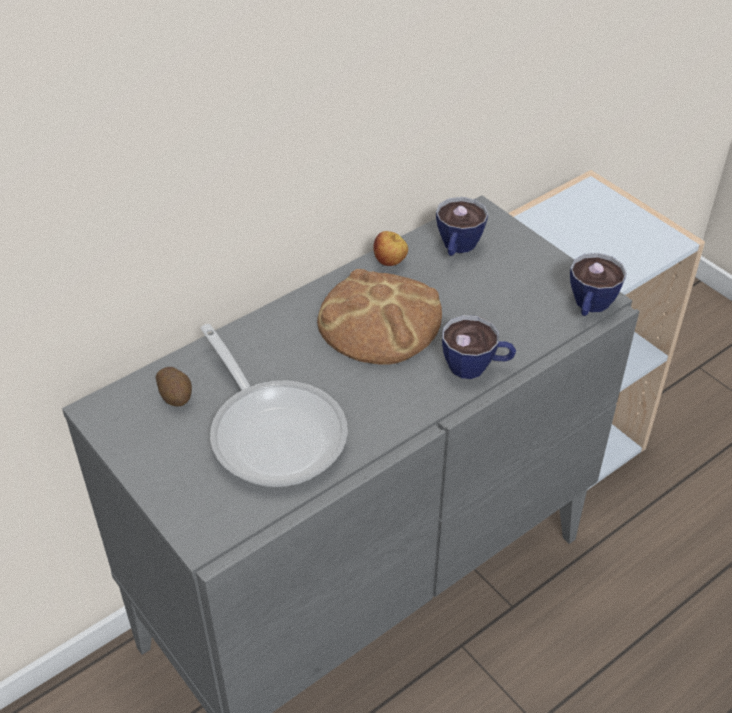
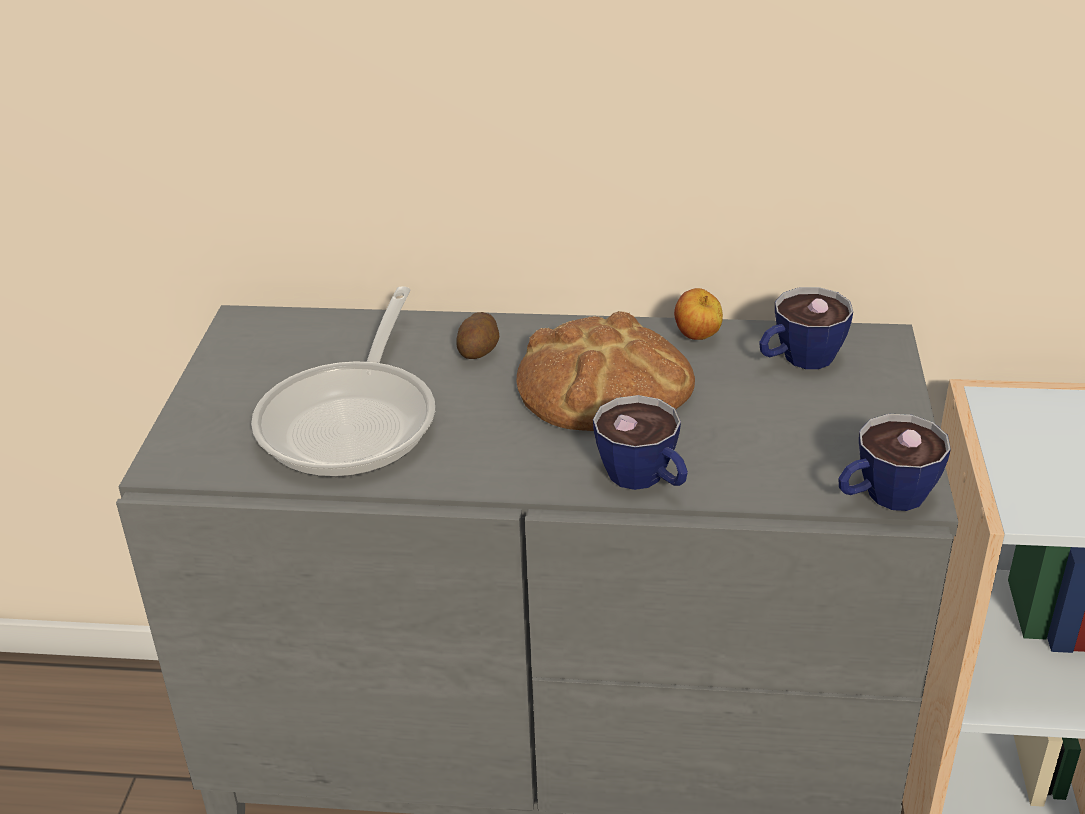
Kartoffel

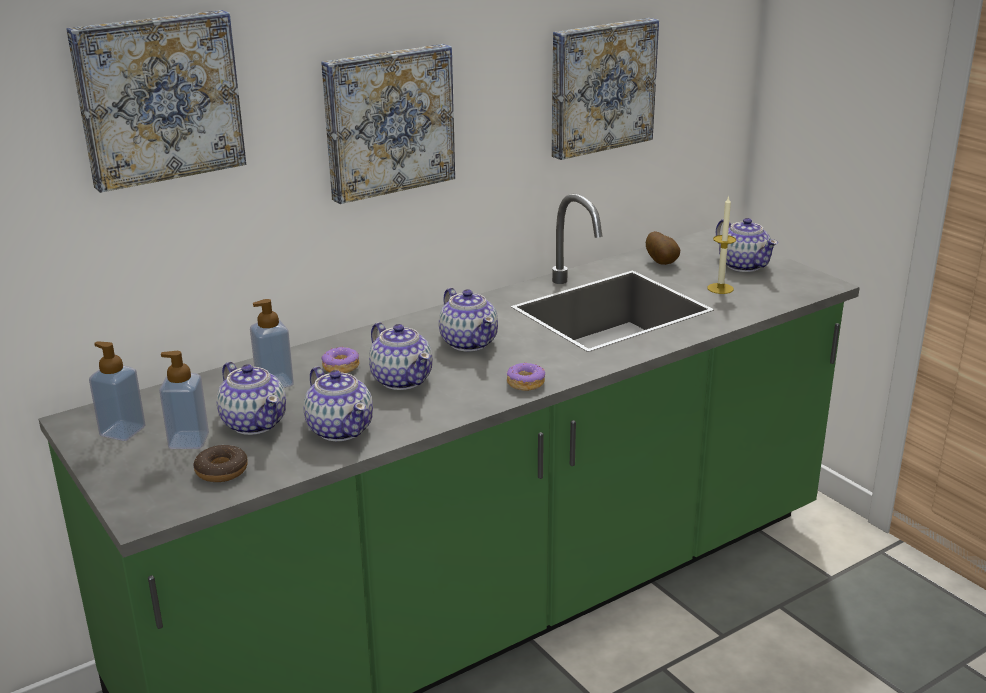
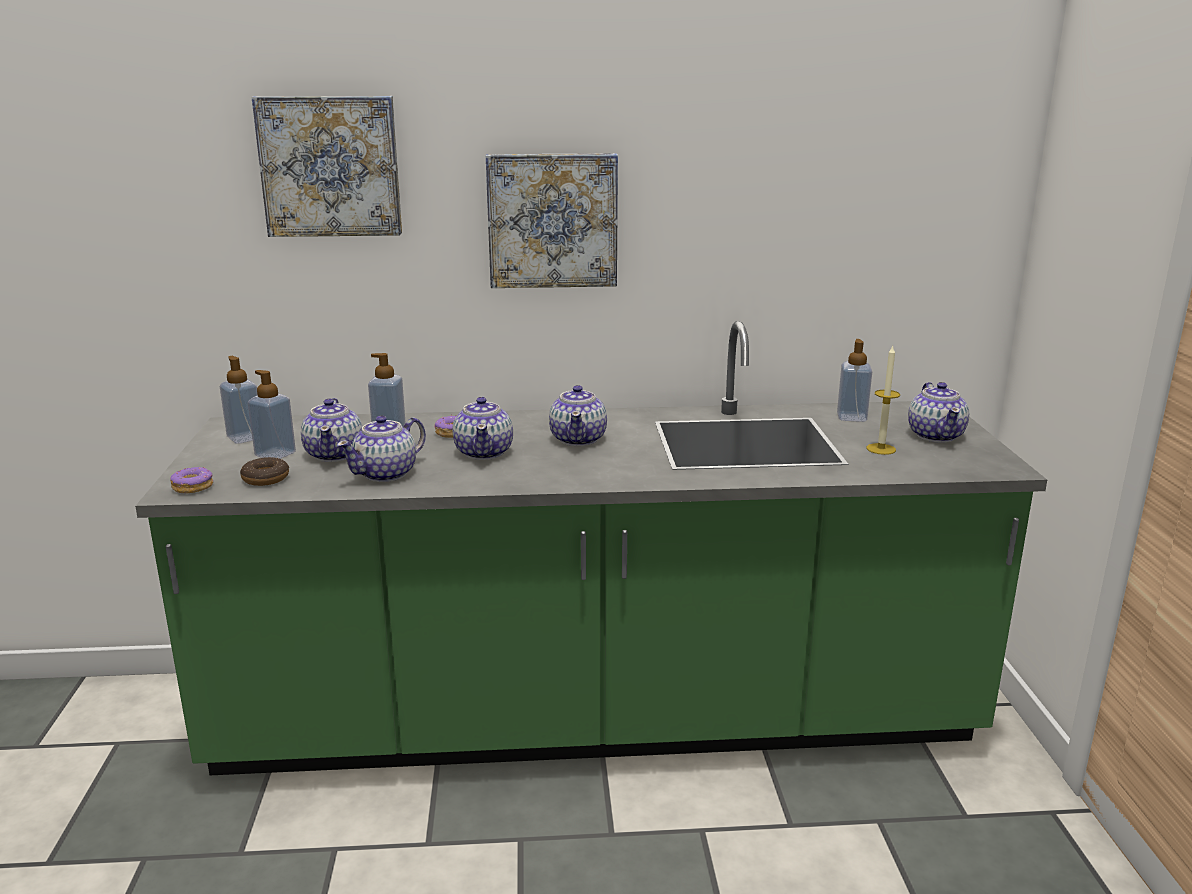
Bild (no. 3 from left in the first image); Seifenspender (no. 4 from left); Donut (no. 1 from left); Teekanne (no. 2 from left)

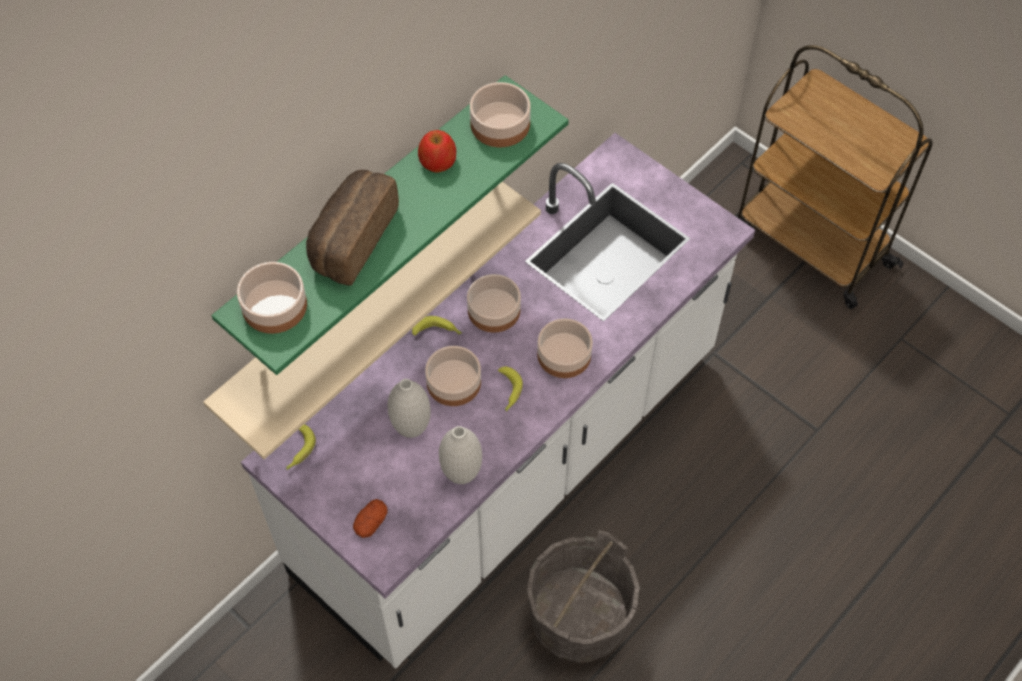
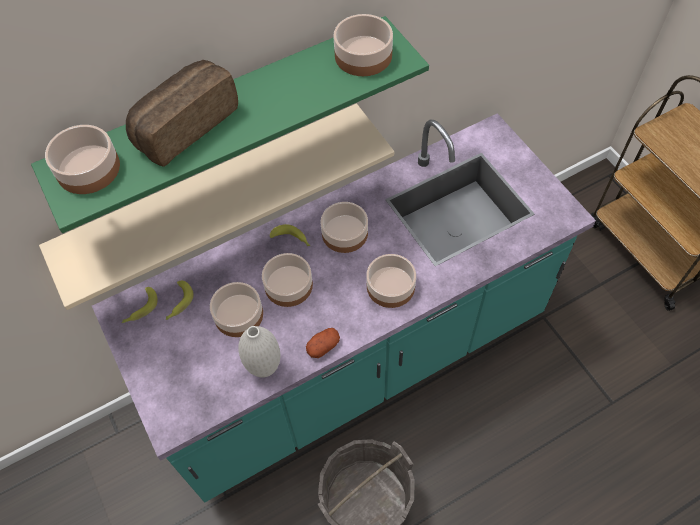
Apfel; Küchenzeile [türkis]; Banane (no. 2 from left); Schüssel (no. 2 from left); Kartoffel

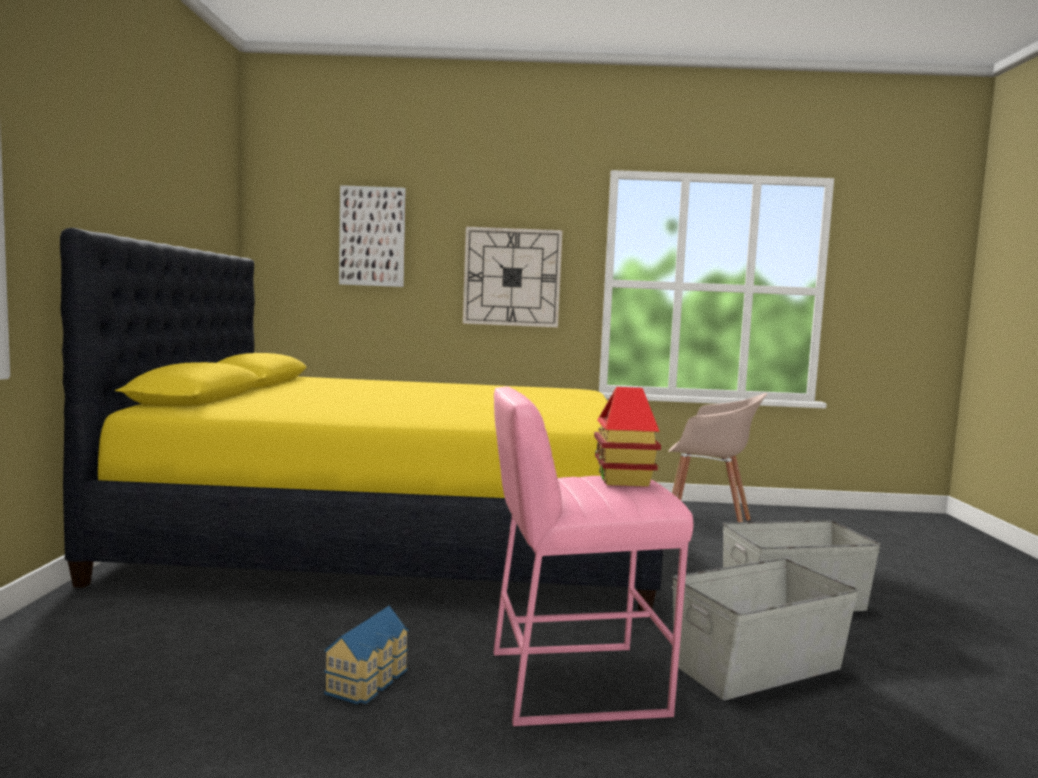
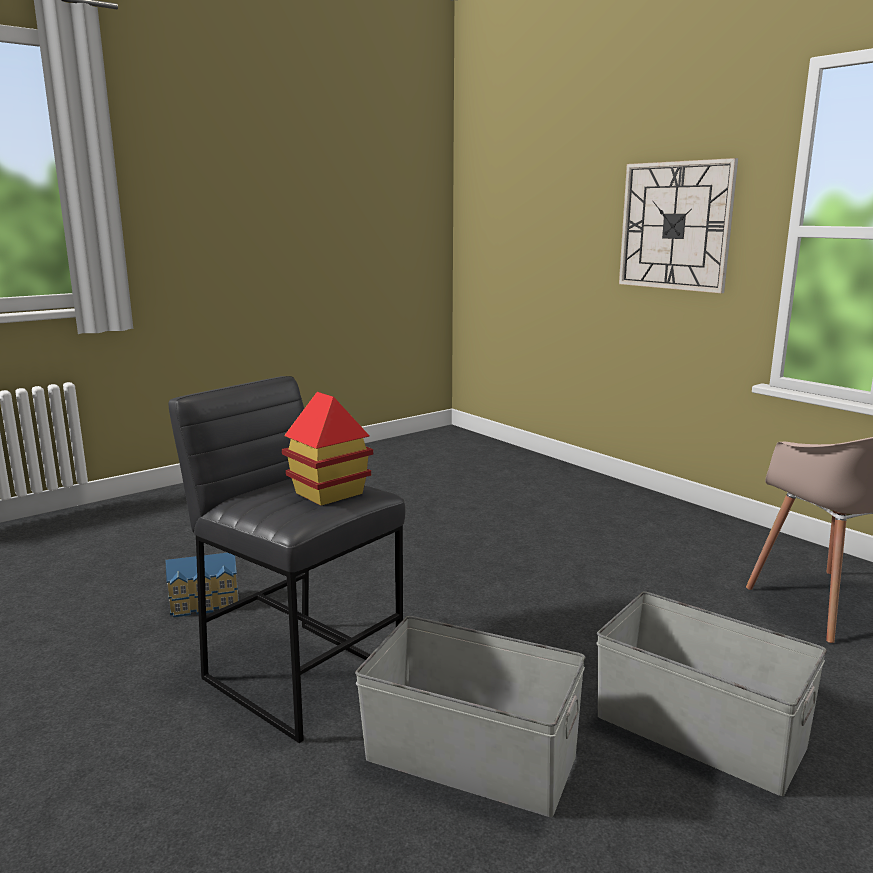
Bild; Bett [gelb]; Hocker [grau]

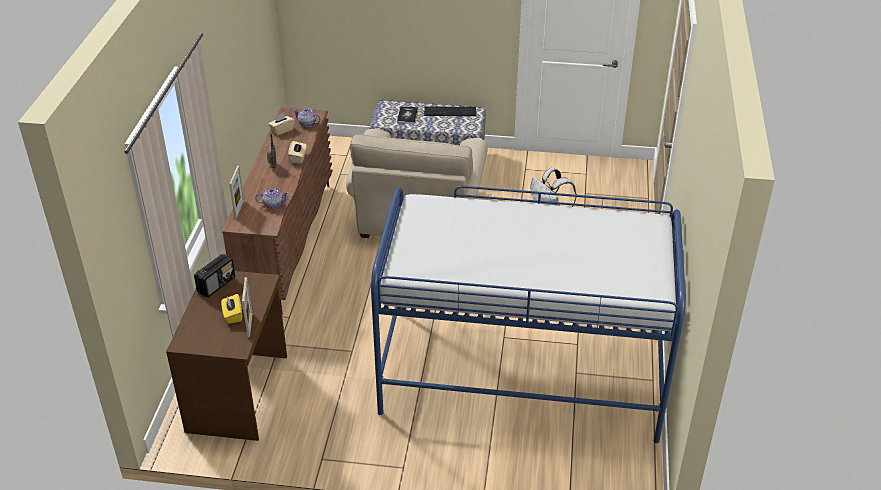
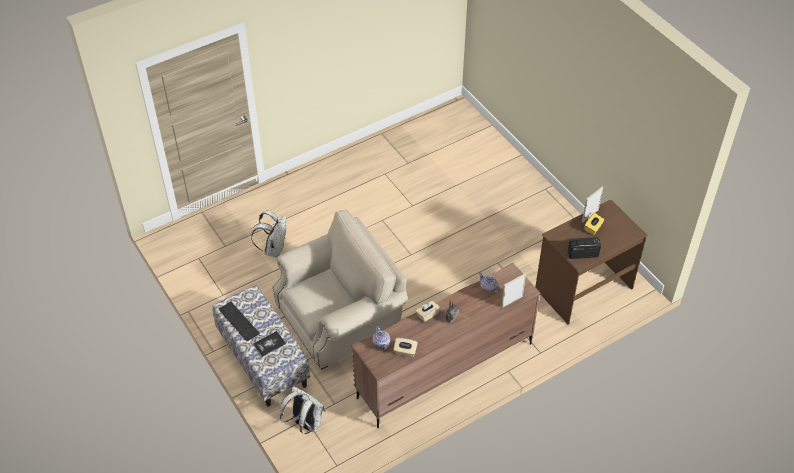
Bett [blau]; Rucksack [weiß] (no. 2 from left)

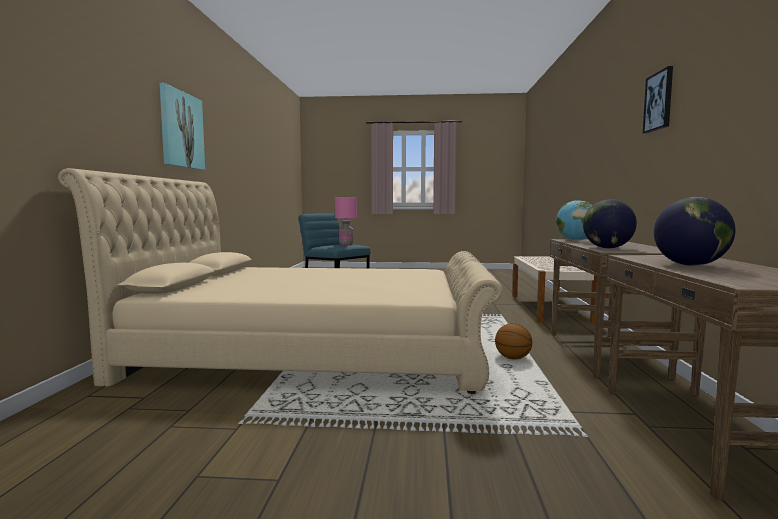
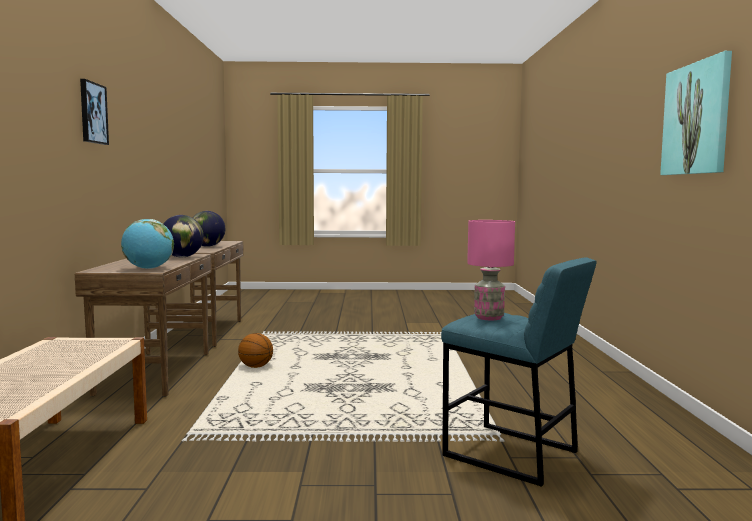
Bett [beige]

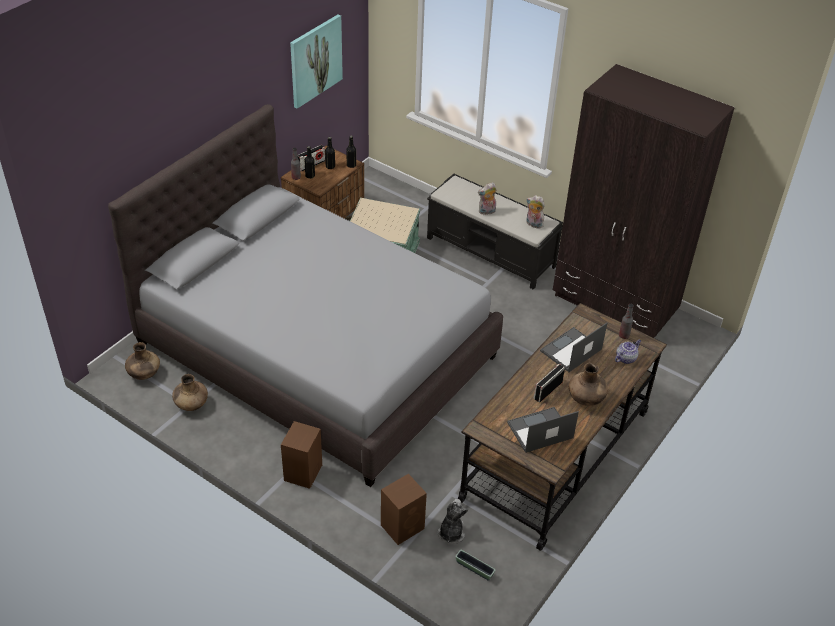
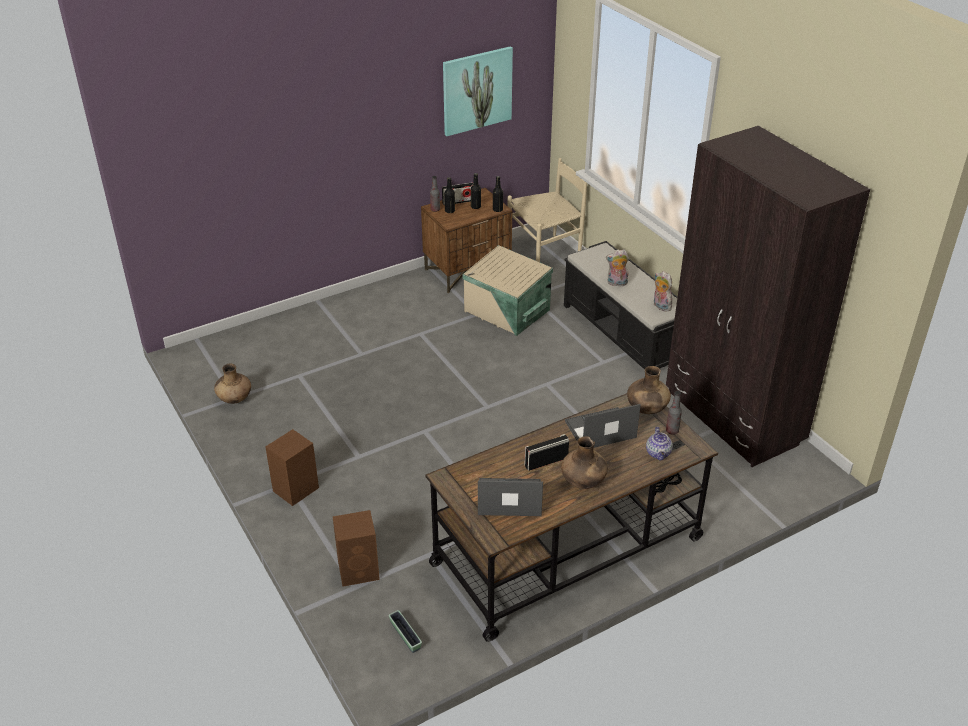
Bett [grau]; Teekanne; Vase [braun] (no. 3 from left); Plüschtier (no. 1 from left in the first image); Stuhl [beige]

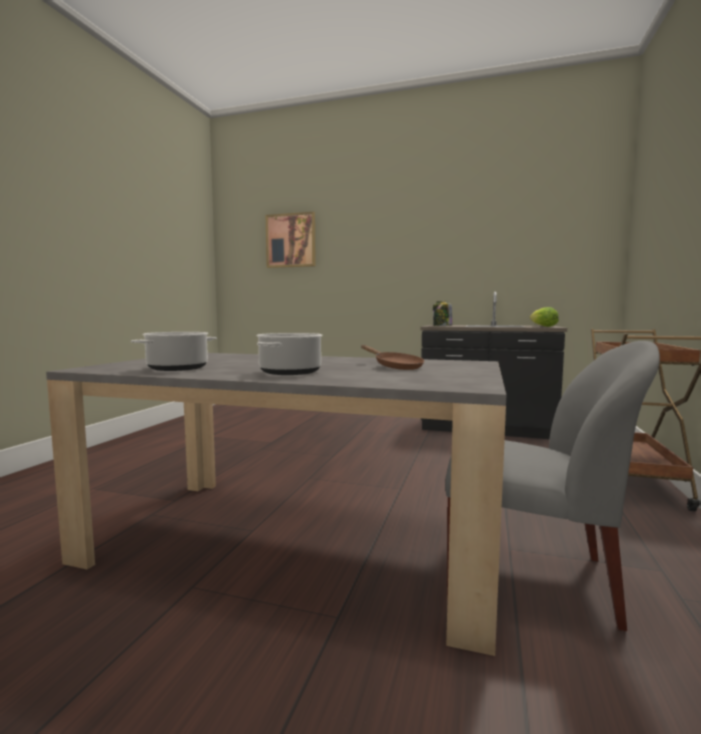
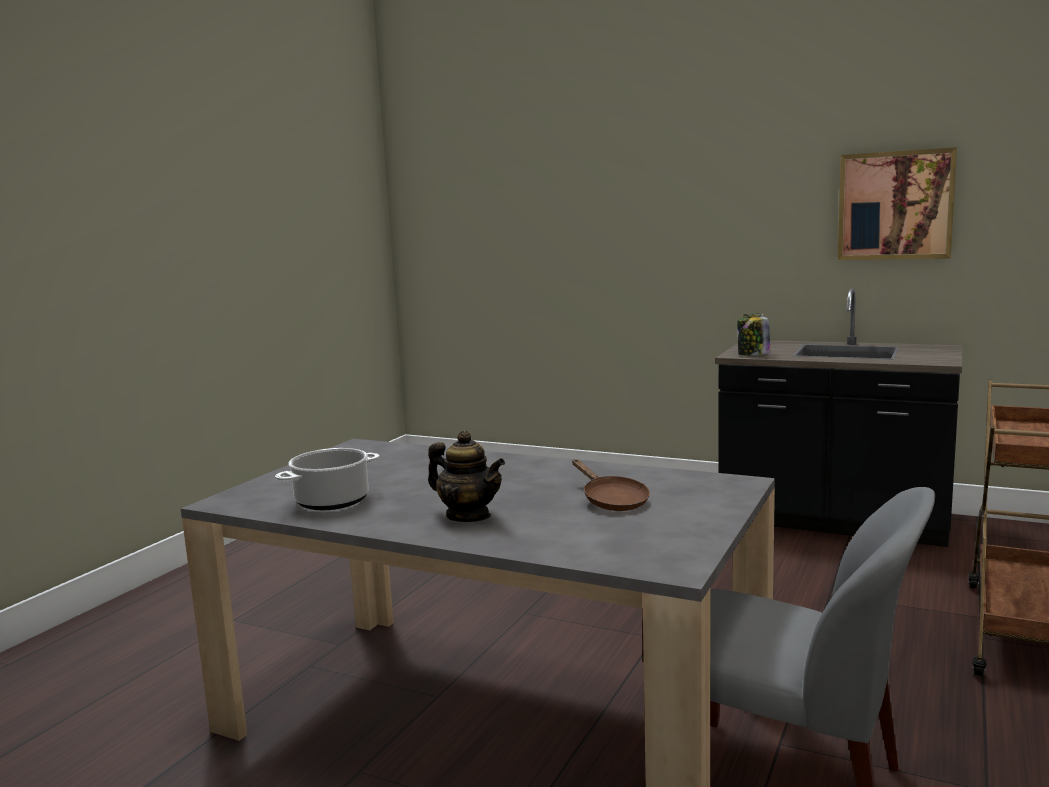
Bild; Salatkopf; Teekanne

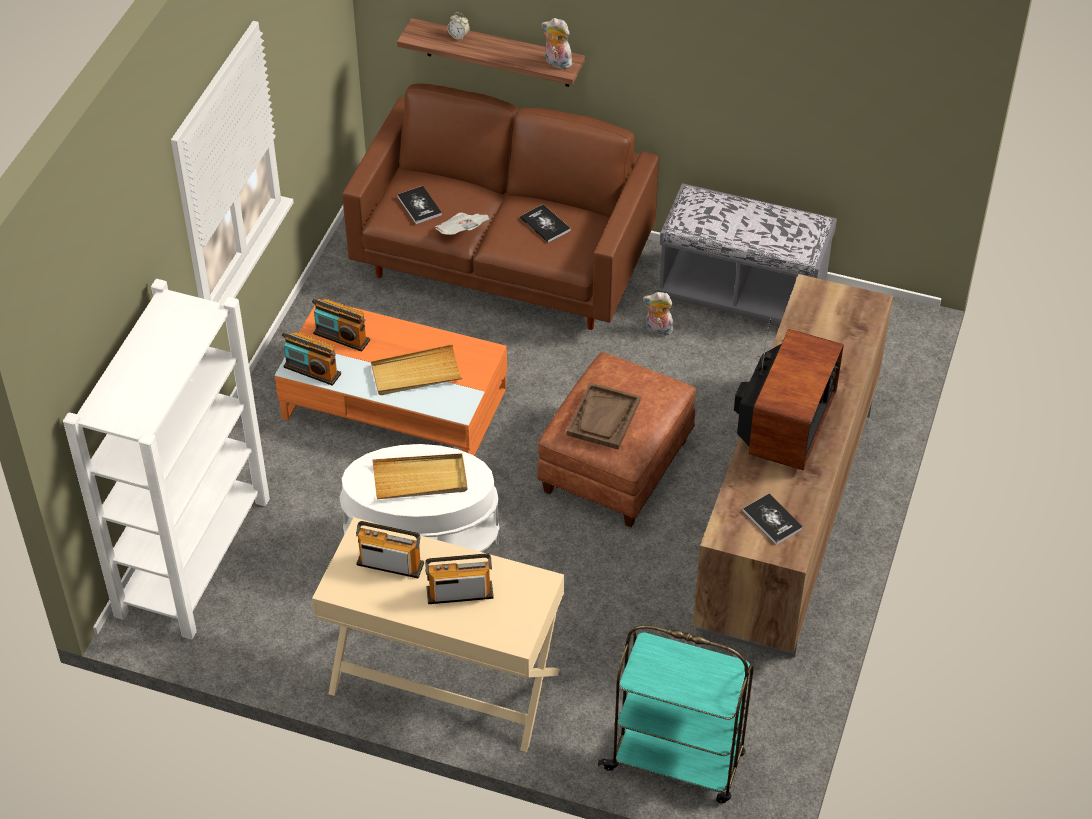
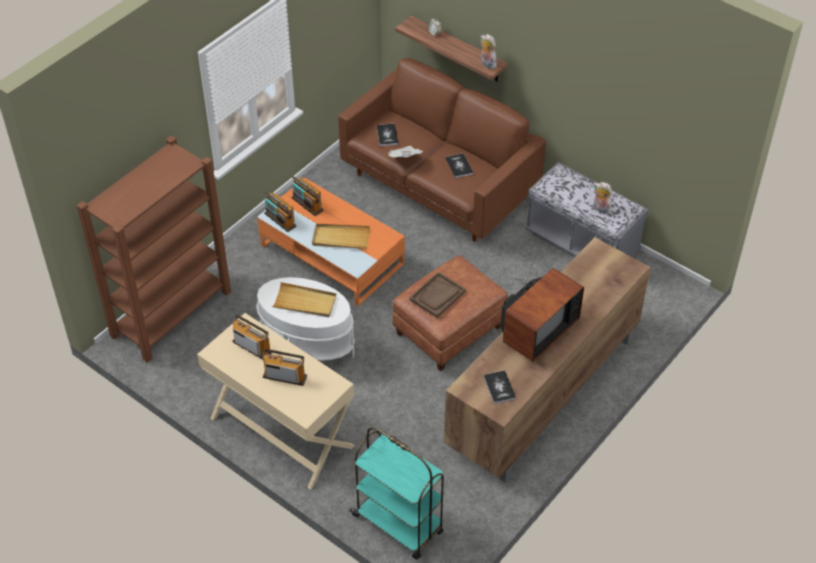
Bücherregal [braun]; Plüschtier (no. 2 from left)

